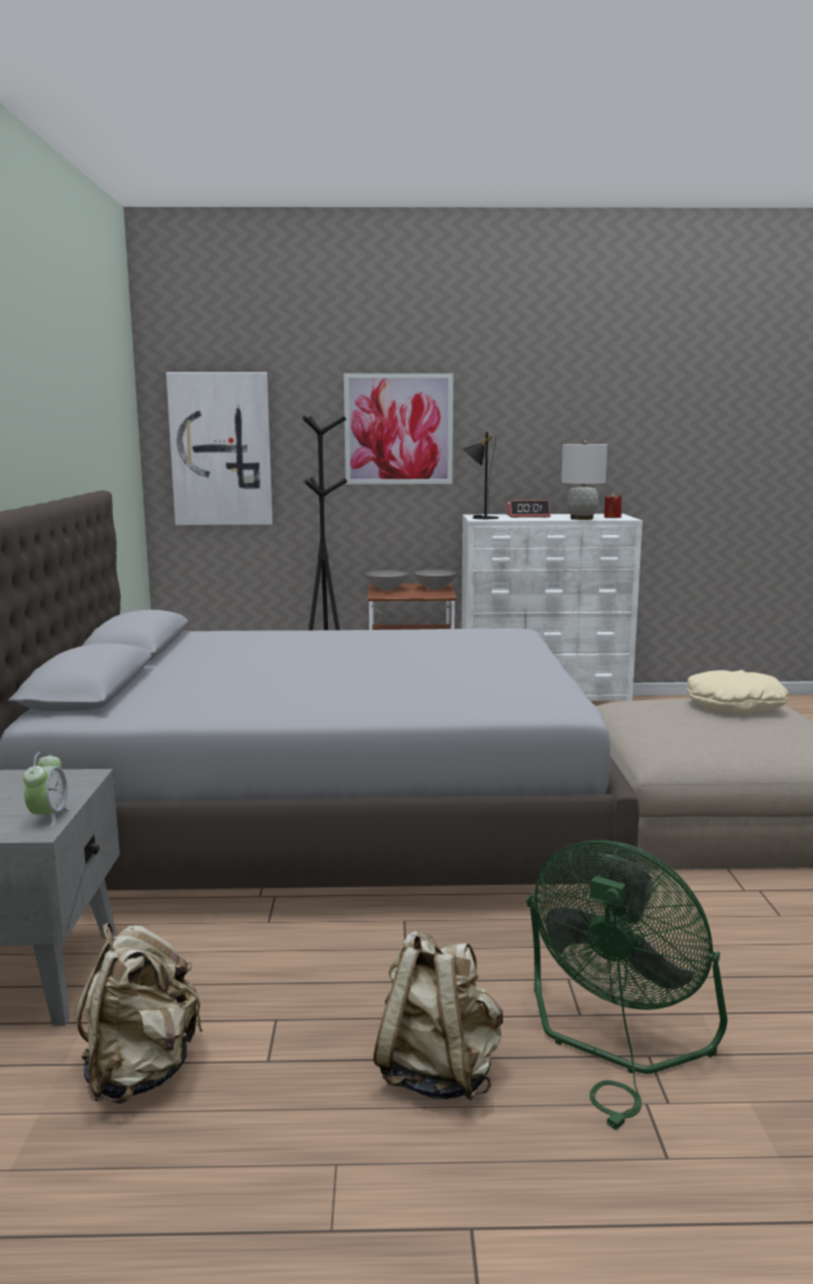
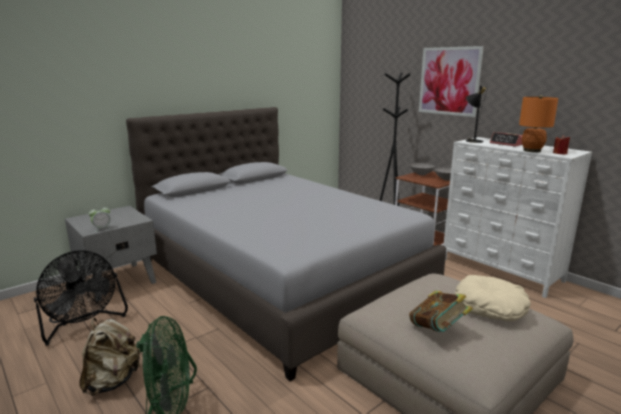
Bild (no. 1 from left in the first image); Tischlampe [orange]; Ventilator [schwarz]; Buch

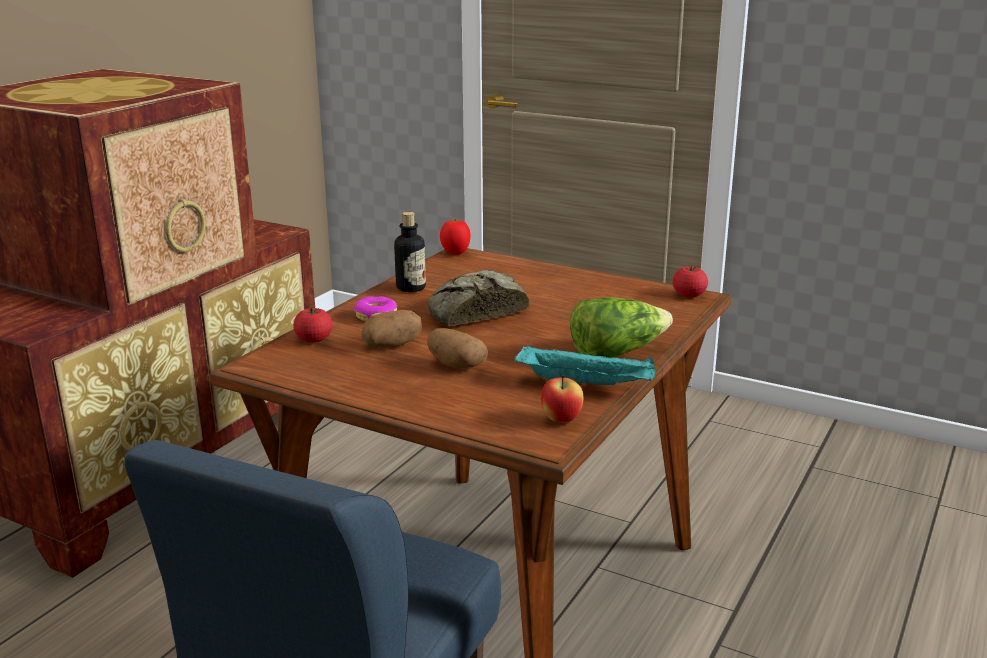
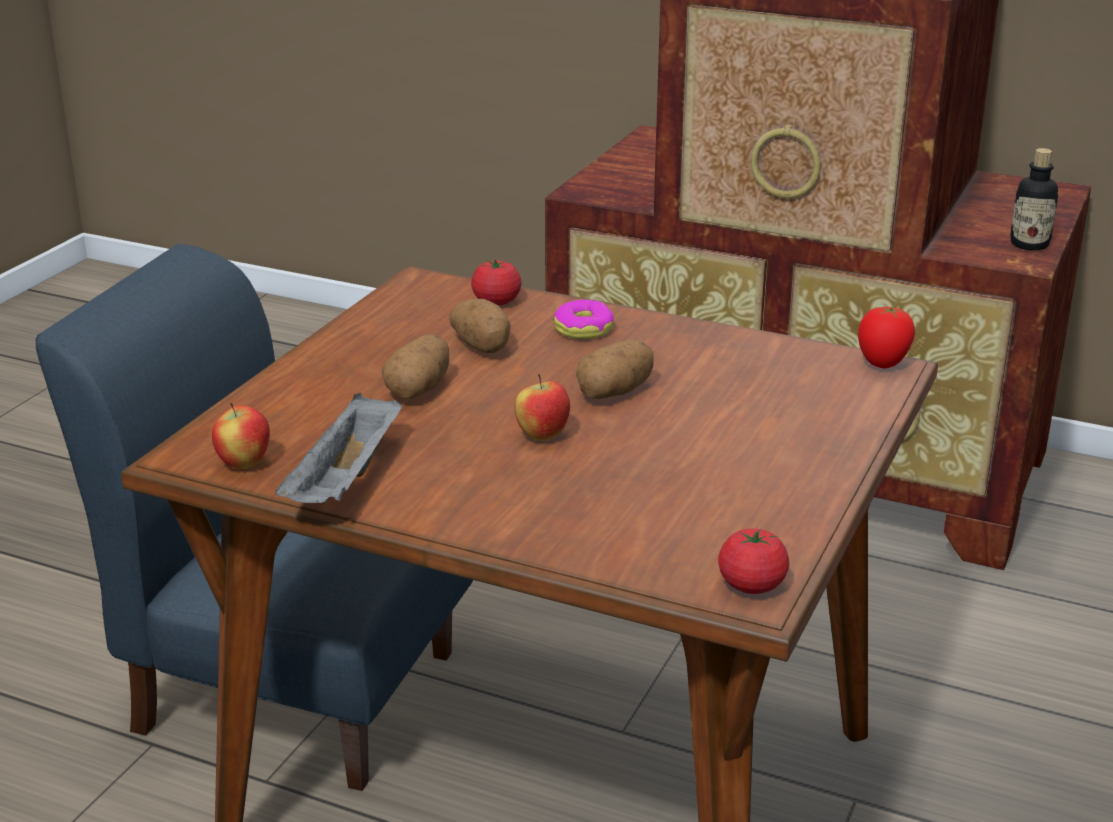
Flasche; Kartoffel (no. 3 from left); Salatkopf; Tablett [grau]; Apfel (no. 2 from left)

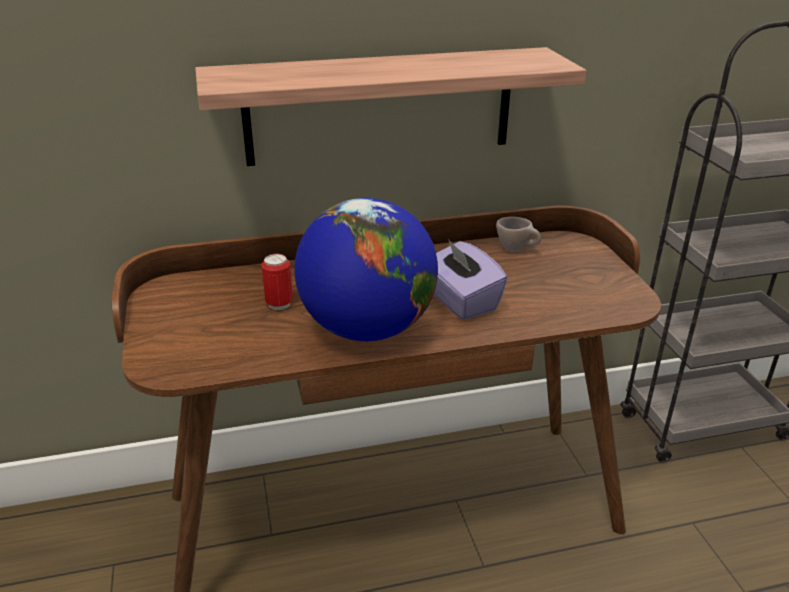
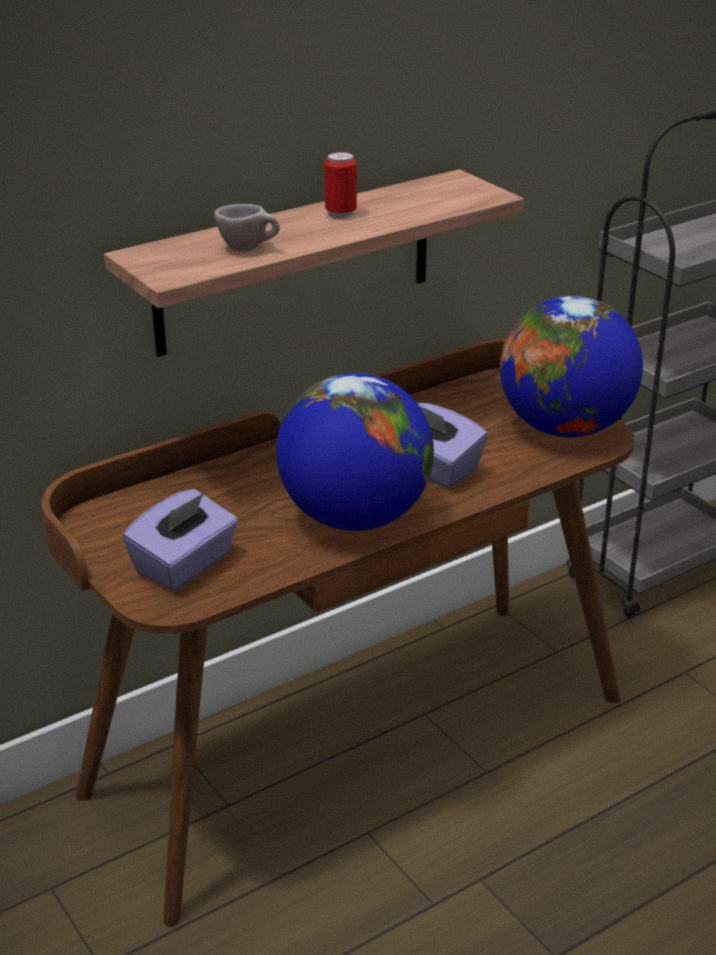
Tasse [beige]; Dose; Globus (no. 2 from left); Taschentuchbox [lila] (no. 1 from left)

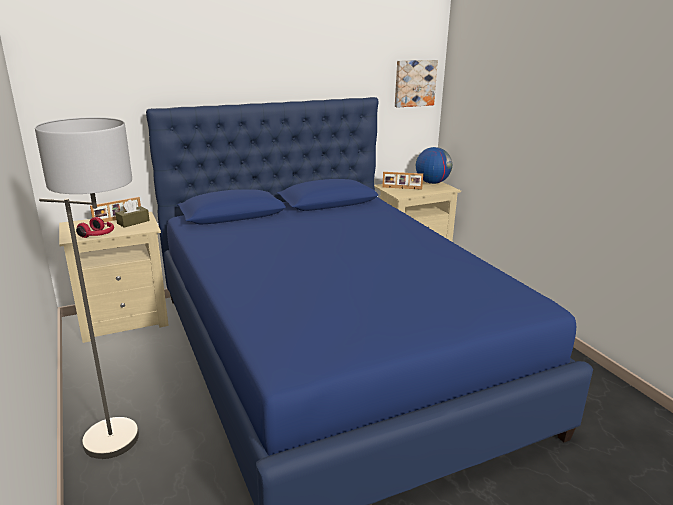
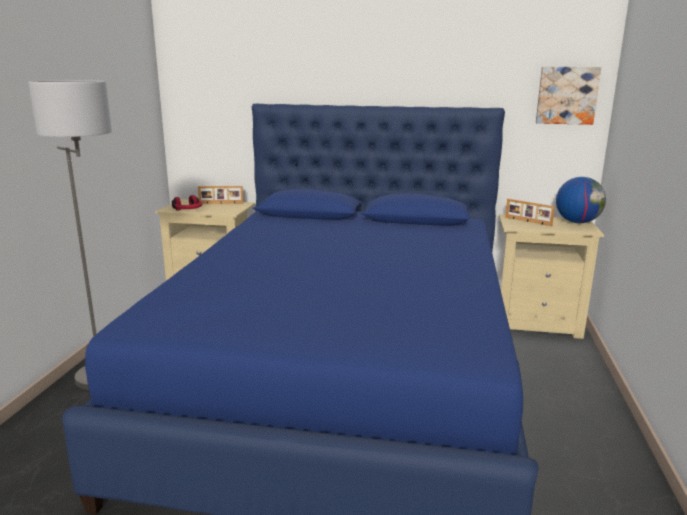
Taschentuchbox [braun]

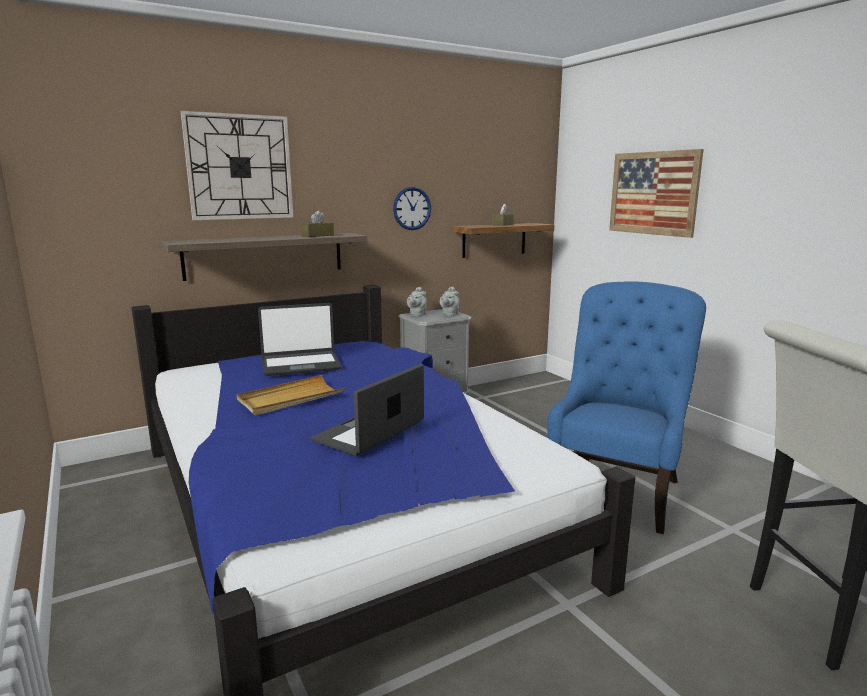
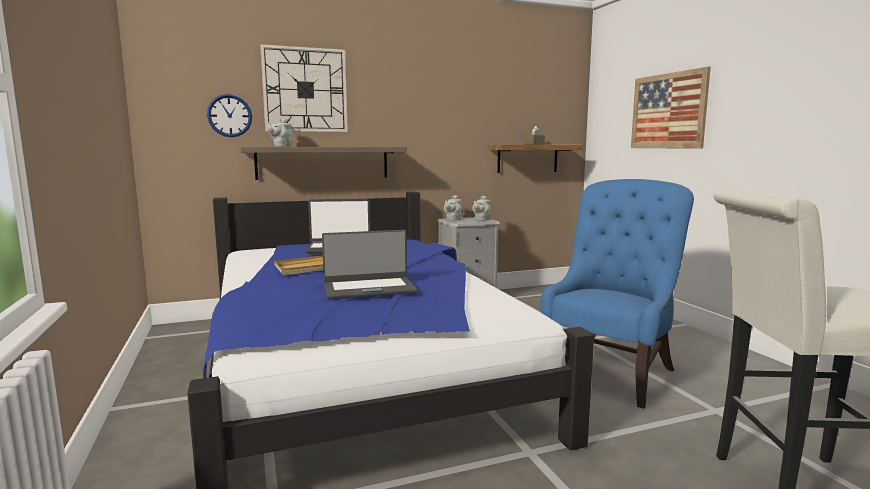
Wanduhr (no. 1 from left); Taschentuchbox [braun] (no. 1 from left in the first image); Laptop (no. 2 from left); Teekanne [grau] (no. 1 from left)

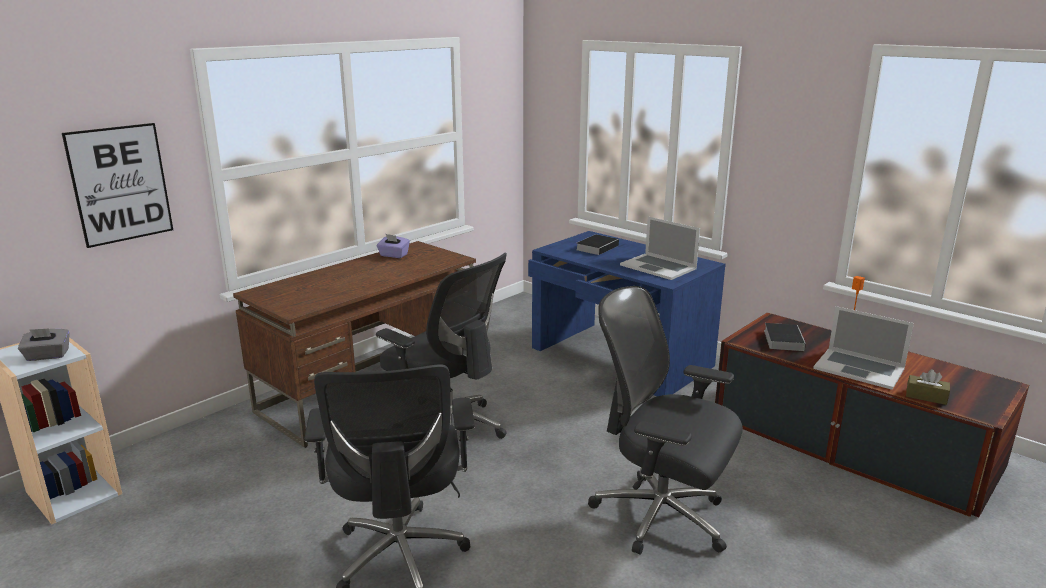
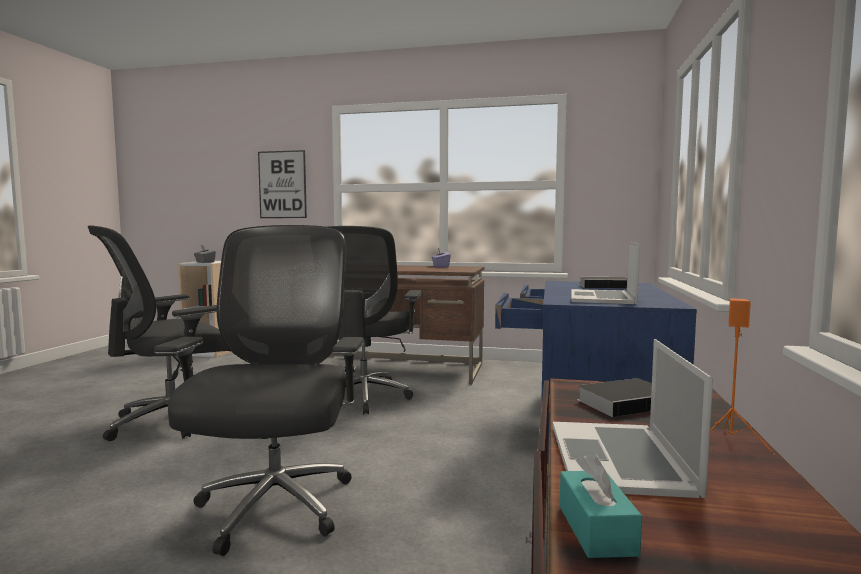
Taschentuchbox [türkis]

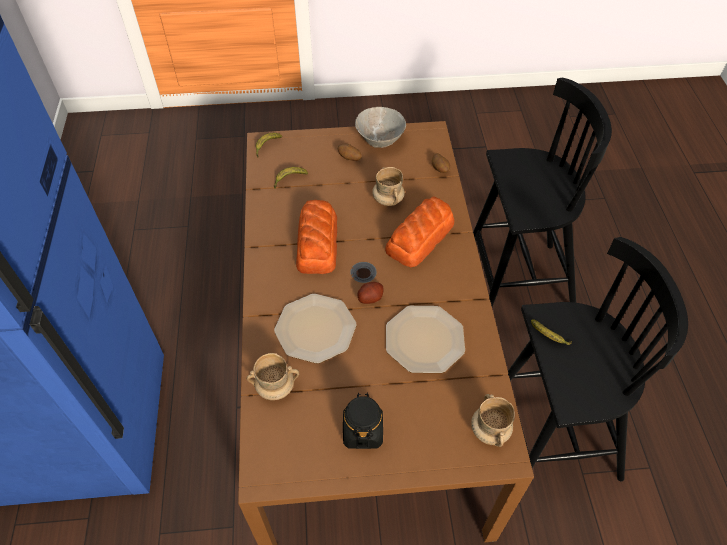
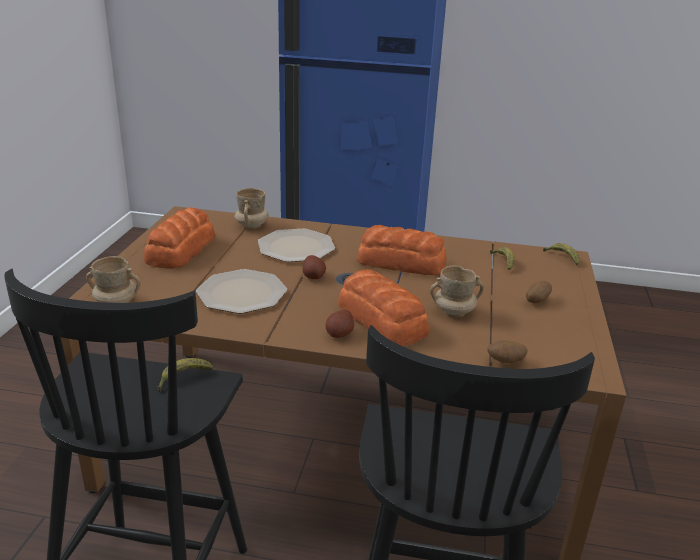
Schüssel [grau]; Brot (no. 1 from left); Kartoffel (no. 2 from left)

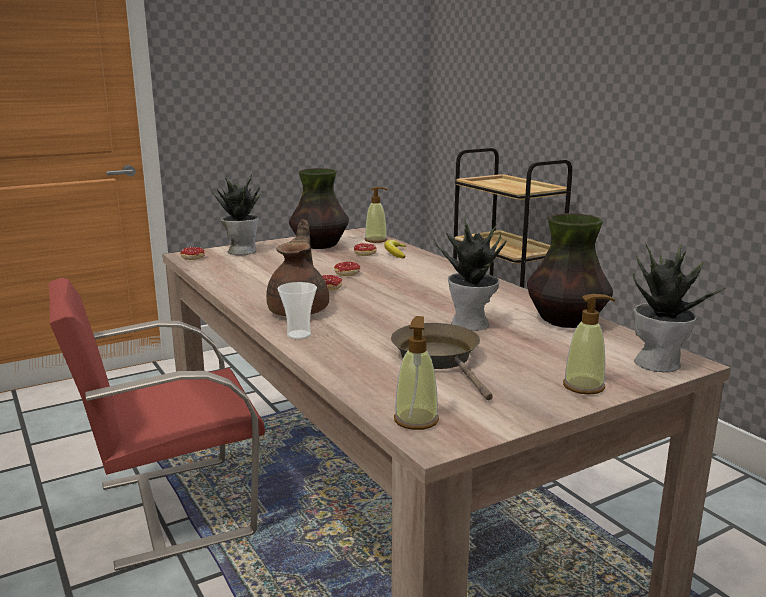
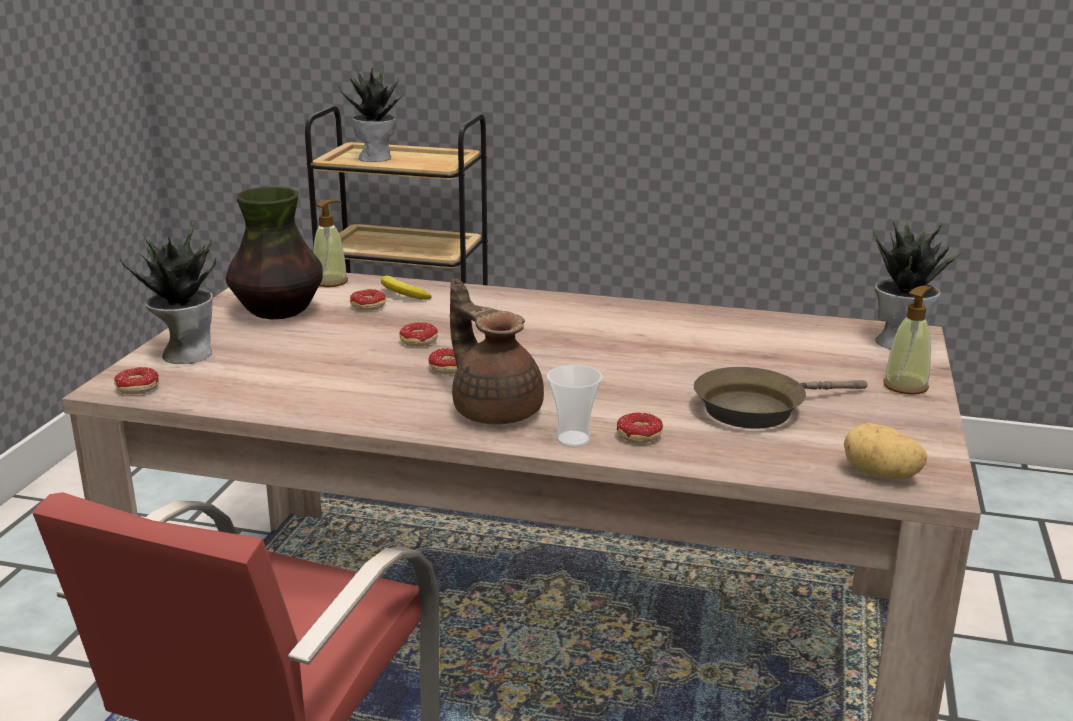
Vase (no. 2 from left in the first image); Topfpflanze (no. 2 from left); Kartoffel; Pfanne [braun]; Donut (no. 5 from left)

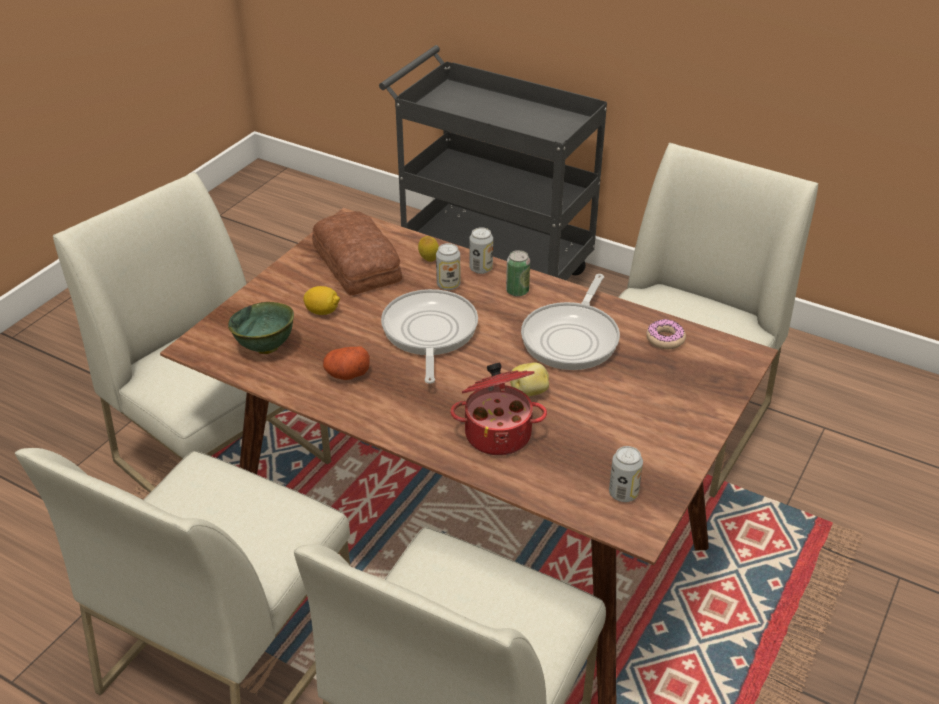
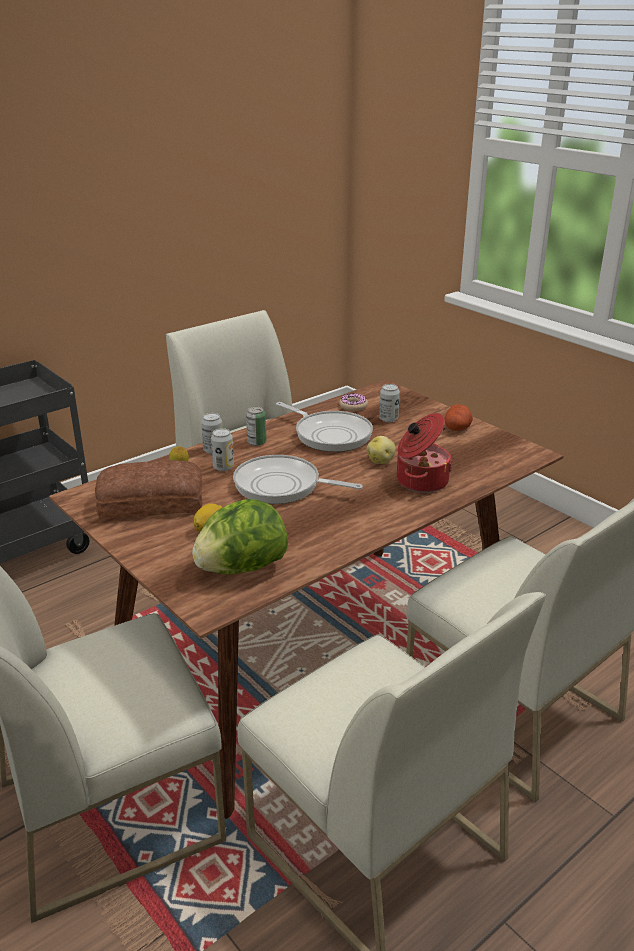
Salatkopf; Kartoffel (no. 2 from left); Dose (no. 4 from left)

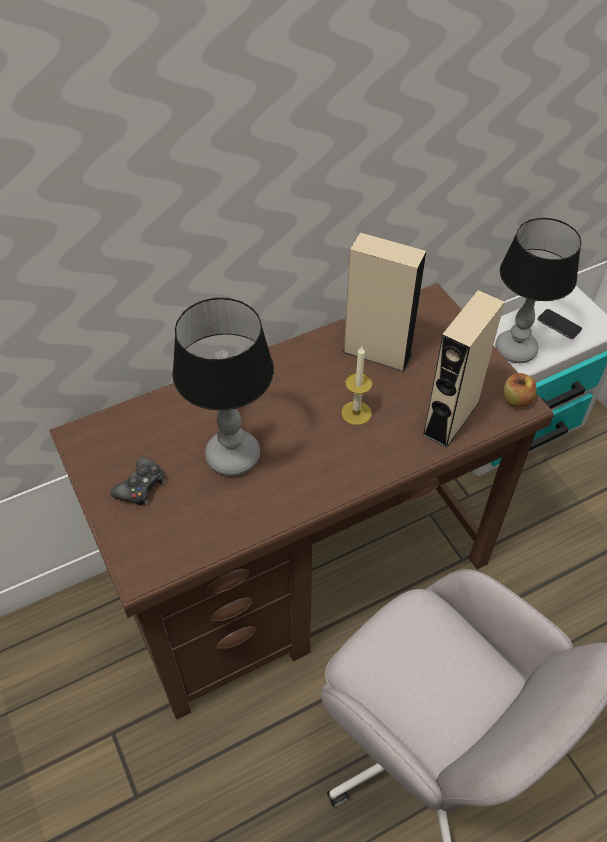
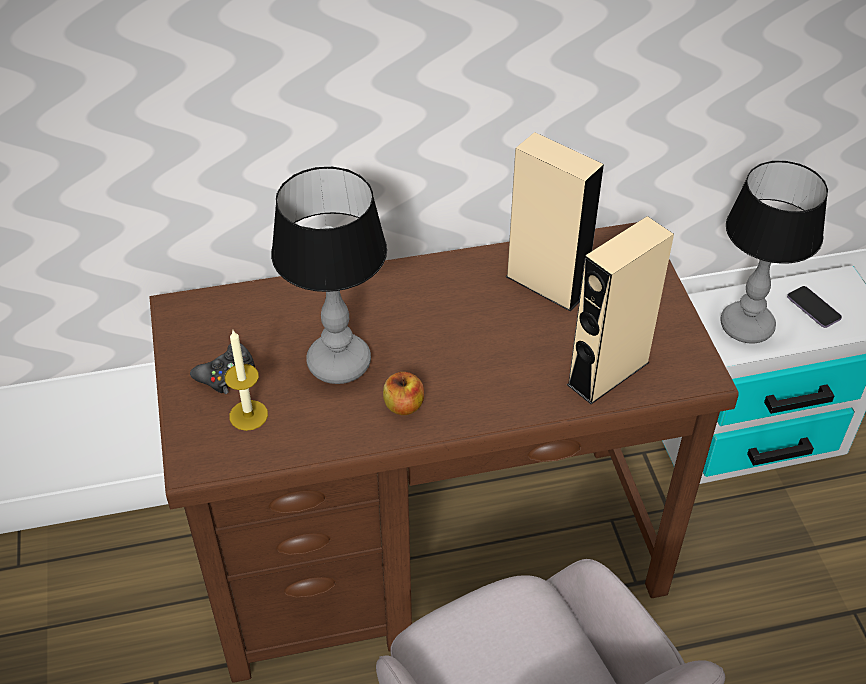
Kerze; Apfel

